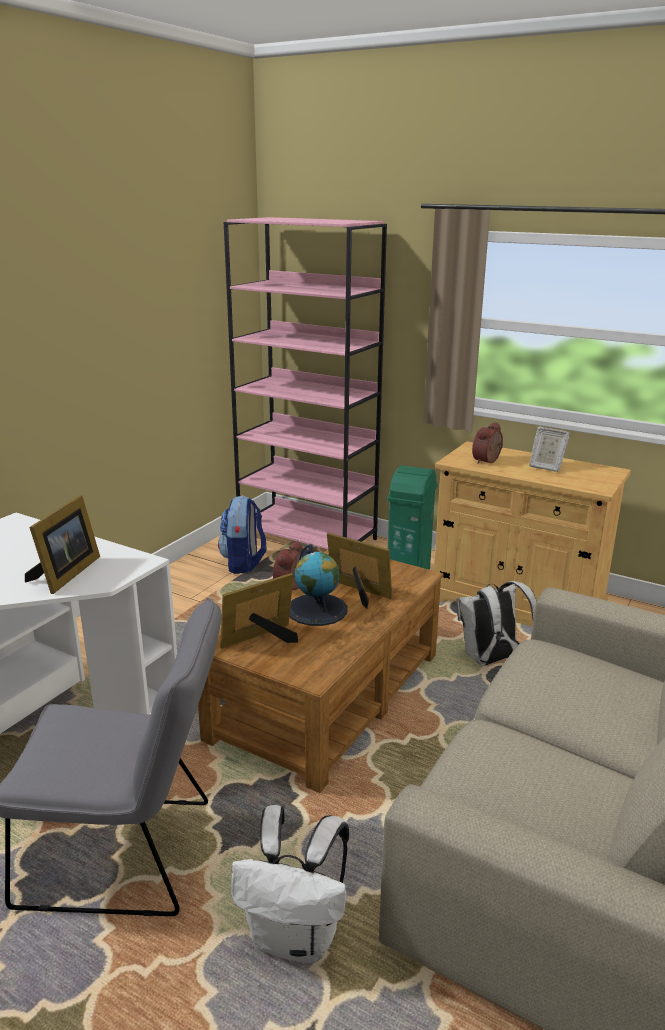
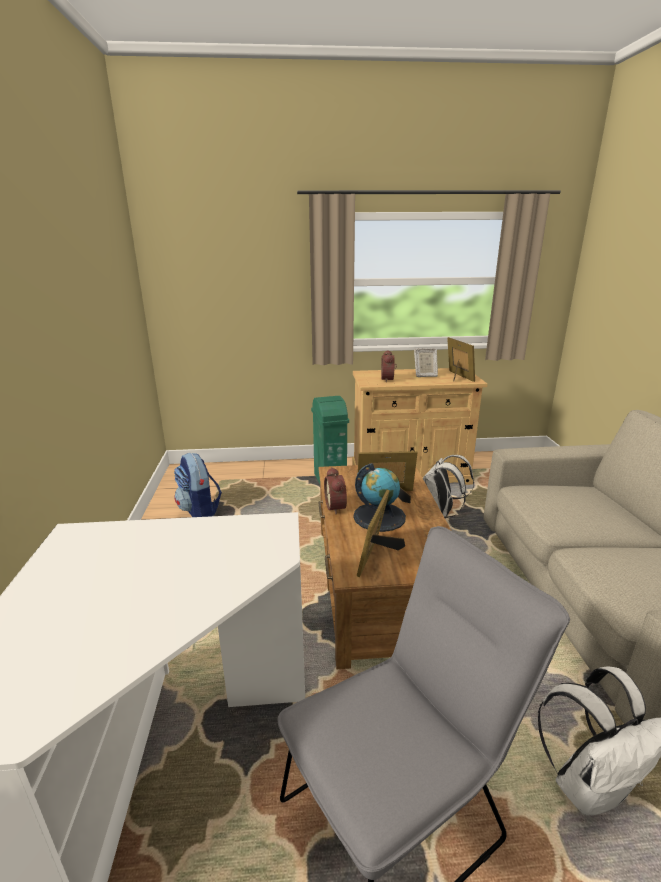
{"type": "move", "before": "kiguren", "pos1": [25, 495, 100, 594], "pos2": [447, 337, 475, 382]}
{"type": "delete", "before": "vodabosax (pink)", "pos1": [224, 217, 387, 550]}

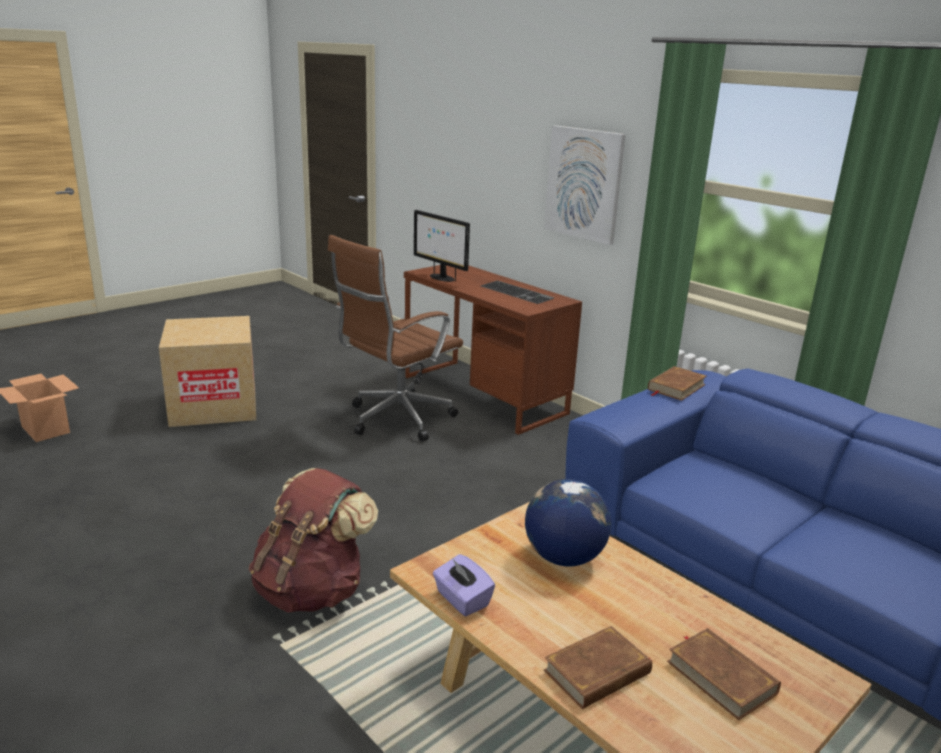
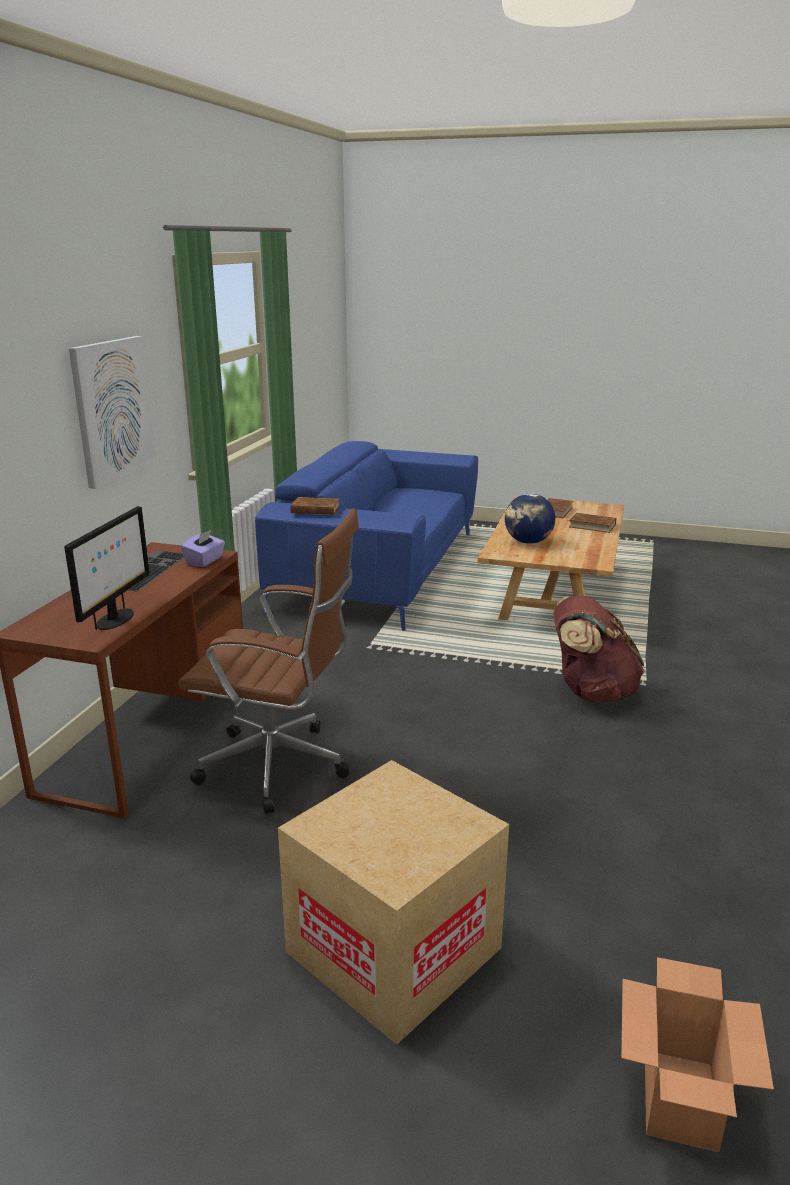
{"type": "move", "before": "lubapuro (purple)", "pos1": [433, 554, 495, 616], "pos2": [181, 530, 225, 567]}

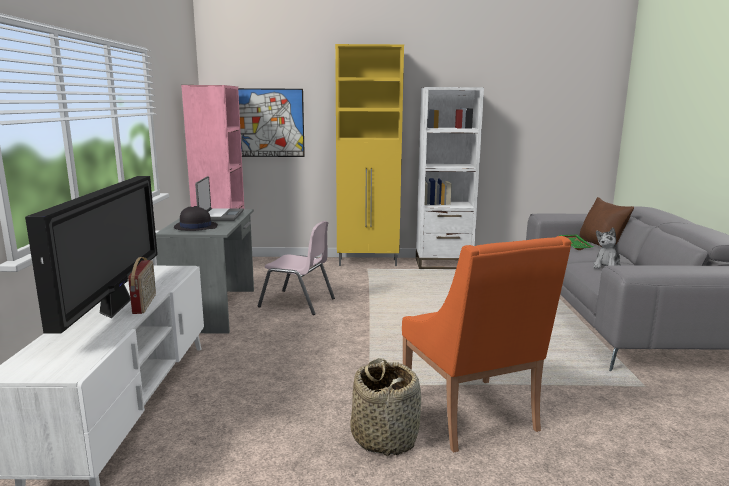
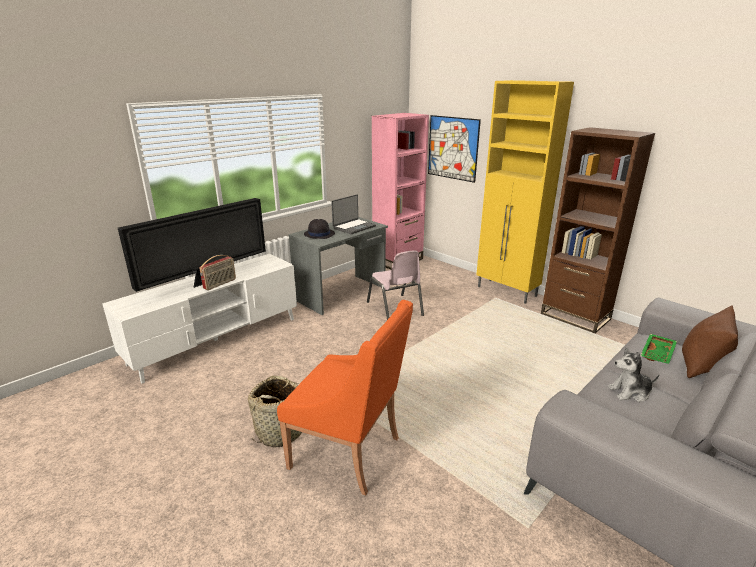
{"type": "rotate", "before": "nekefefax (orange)", "pos1": [402, 236, 571, 453], "pos2": [277, 300, 413, 495], "turn": -90}
{"type": "recolor", "before": "vodabosax (white)", "after": "vodabosax (brown)", "pos1": [416, 87, 484, 269], "pos2": [541, 127, 655, 333]}

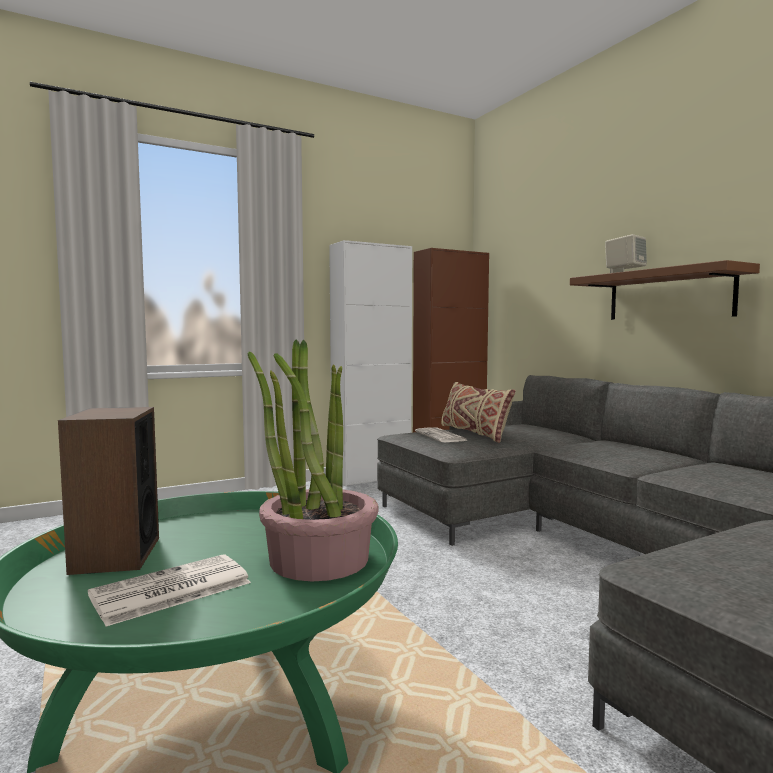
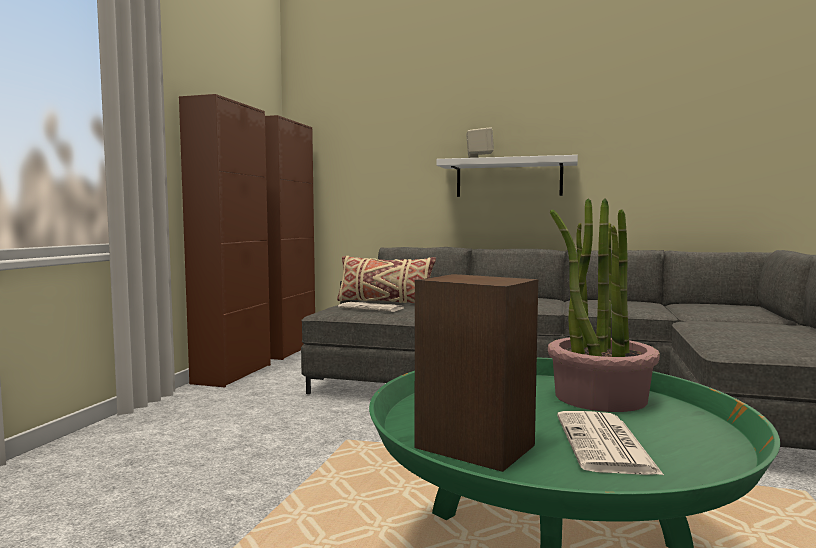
{"type": "recolor", "before": "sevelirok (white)", "after": "sevelirok (brown)", "pos1": [329, 240, 412, 487], "pos2": [179, 94, 271, 387]}
{"type": "recolor", "before": "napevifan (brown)", "after": "napevifan (white)", "pos1": [570, 260, 760, 320], "pos2": [436, 155, 578, 197]}

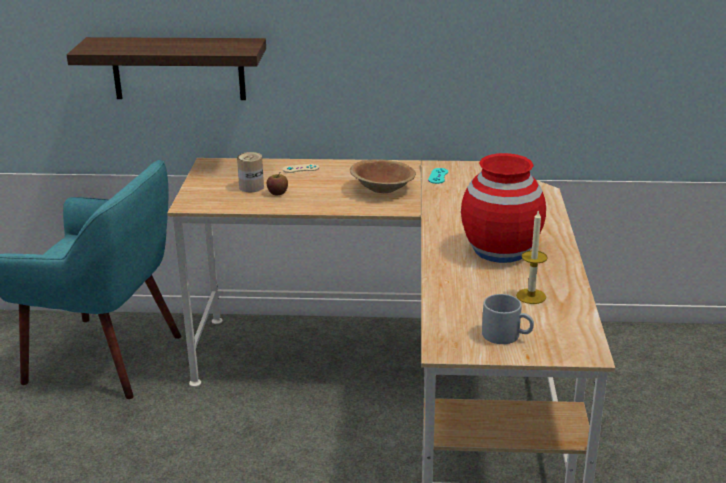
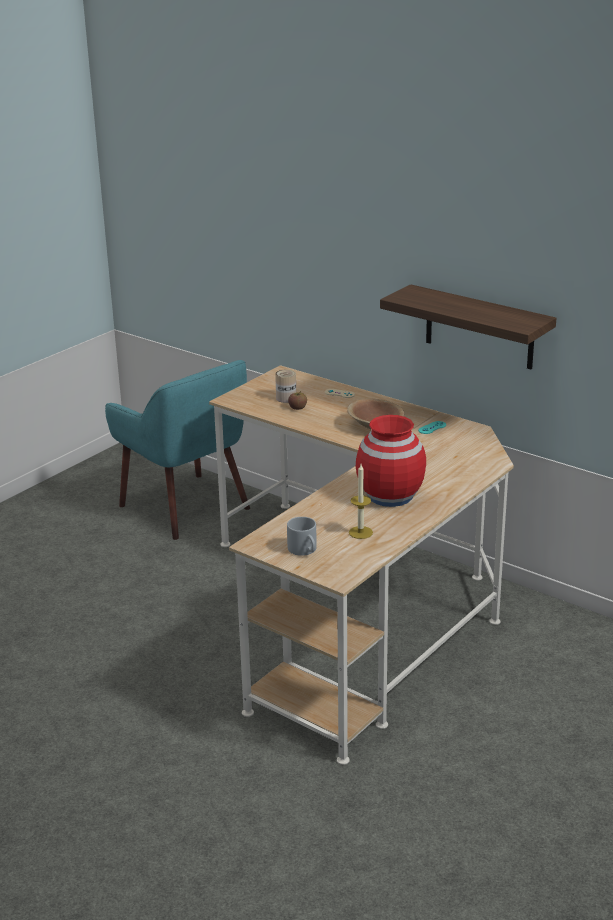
{"type": "move", "before": "napevifan", "pos1": [67, 37, 266, 100], "pos2": [380, 284, 556, 369]}

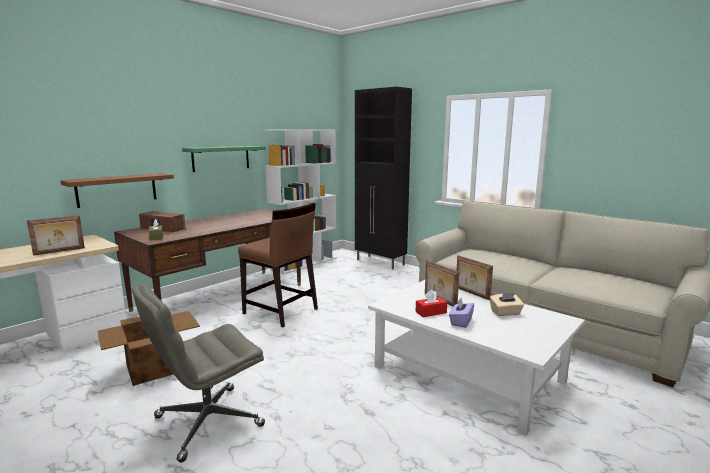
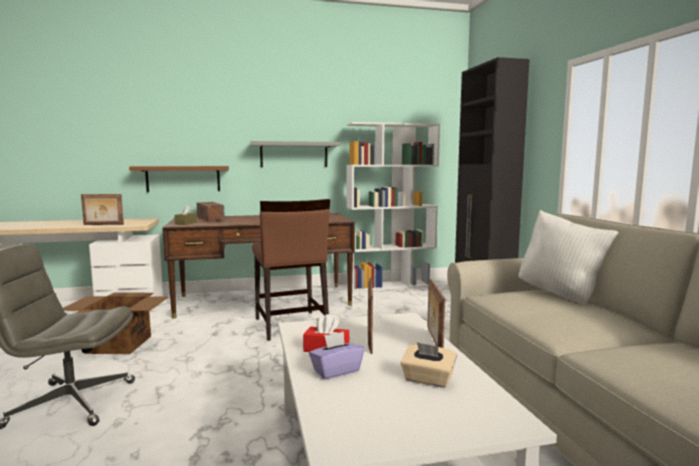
{"type": "recolor", "before": "napevifan (green)", "after": "napevifan (grey)", "pos1": [182, 146, 266, 172], "pos2": [250, 141, 340, 167]}
{"type": "insert", "after": "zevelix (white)", "pos2": [518, 210, 619, 304]}

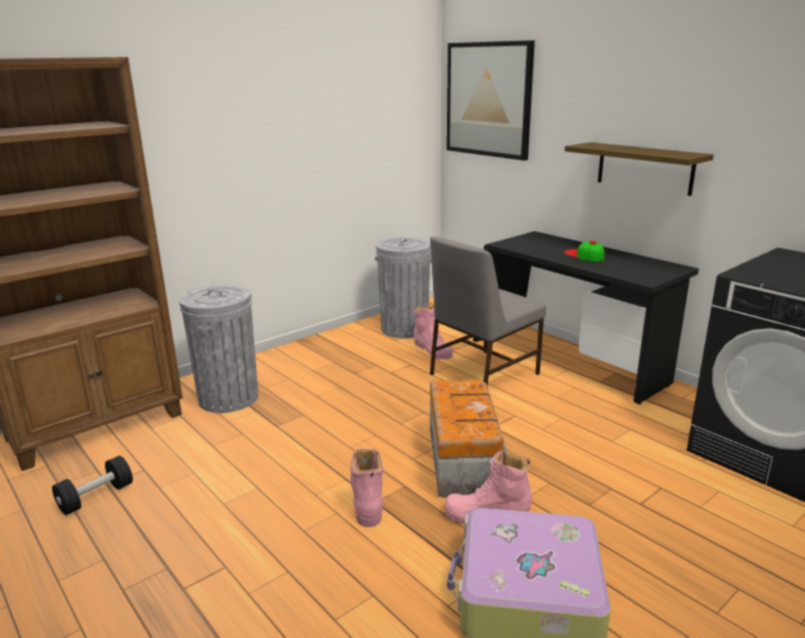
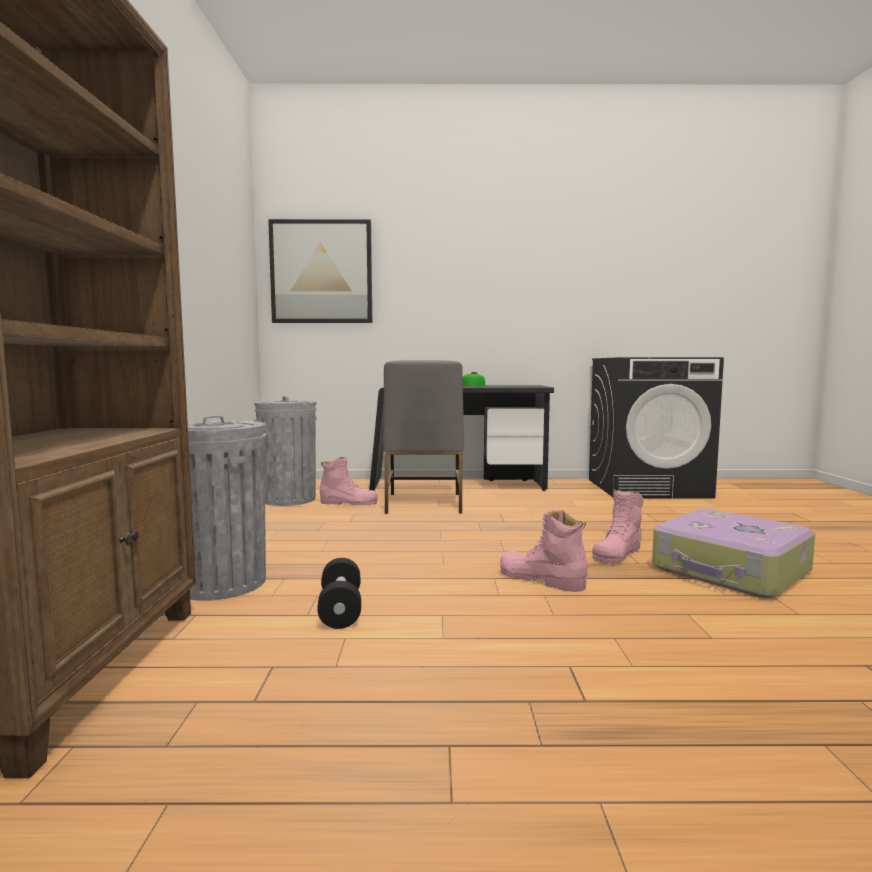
{"type": "move", "before": "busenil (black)", "pos1": [52, 456, 133, 515], "pos2": [317, 558, 361, 629]}
{"type": "delete", "before": "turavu", "pos1": [430, 380, 508, 497]}
{"type": "delete", "before": "napevifan", "pos1": [565, 142, 714, 196]}

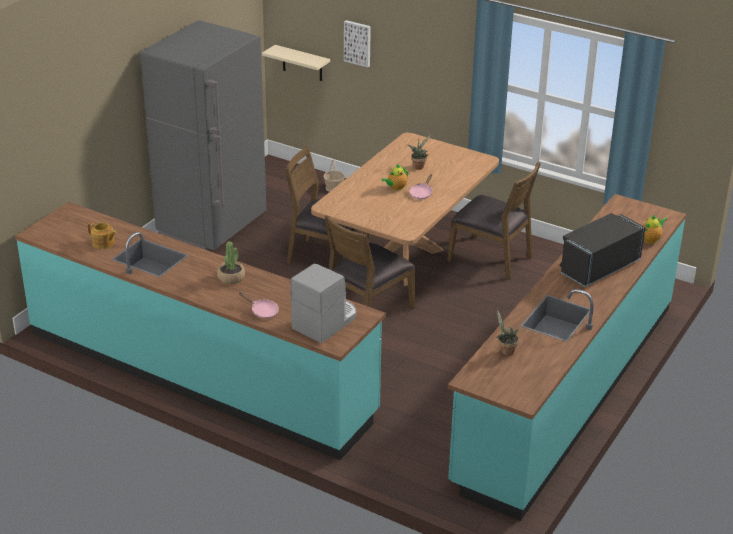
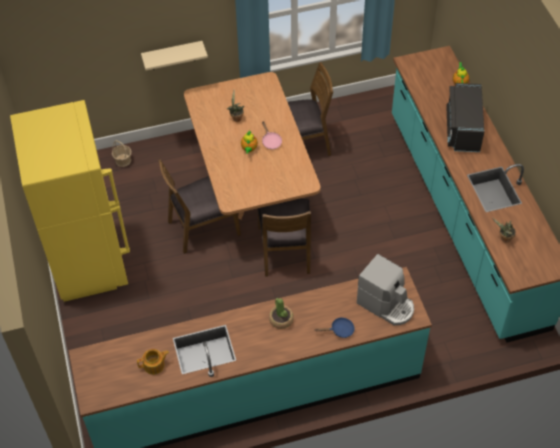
{"type": "recolor", "before": "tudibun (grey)", "after": "tudibun (yellow)", "pos1": [140, 20, 266, 250], "pos2": [10, 100, 130, 302]}
{"type": "move", "before": "napevifan (beige)", "pos1": [262, 45, 330, 81], "pos2": [141, 41, 208, 71]}
{"type": "recolor", "before": "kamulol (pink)", "after": "kamulol (blue)", "pos1": [239, 292, 279, 319], "pos2": [315, 317, 355, 338]}
{"type": "rotate", "before": "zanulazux", "pos1": [291, 264, 356, 343], "pos2": [357, 254, 414, 325], "turn": 135}
{"type": "delete", "before": "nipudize", "pos1": [344, 20, 371, 67]}

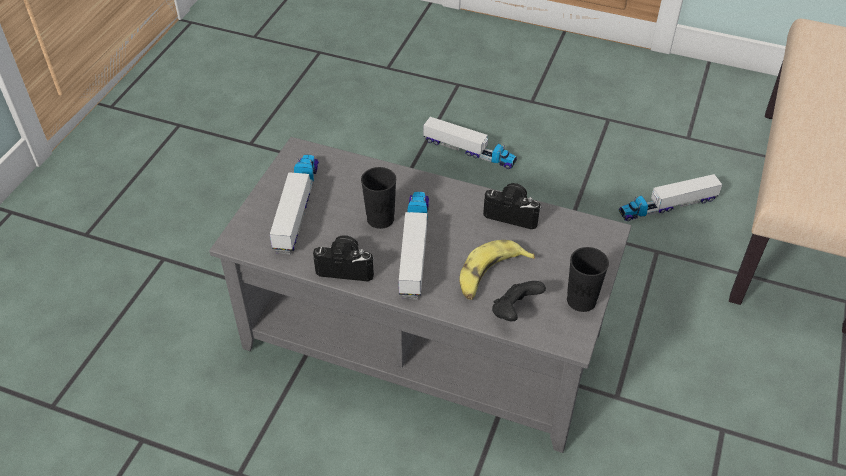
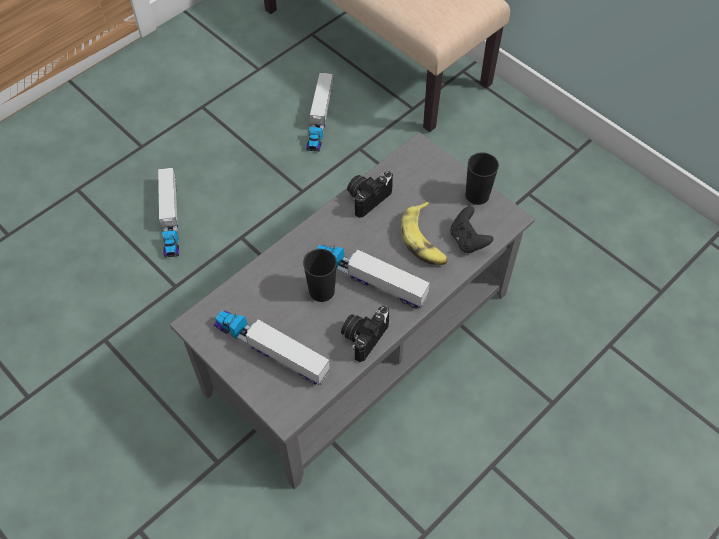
{"type": "rotate", "before": "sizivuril", "pos1": [423, 117, 517, 169], "pos2": [158, 168, 179, 258], "turn": 120}

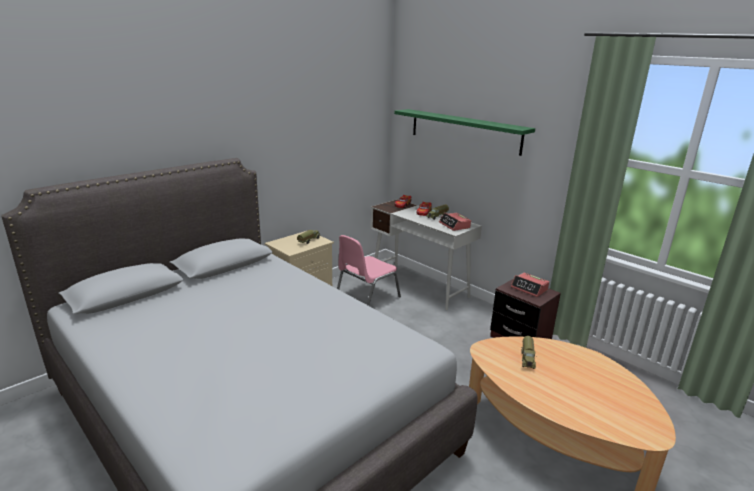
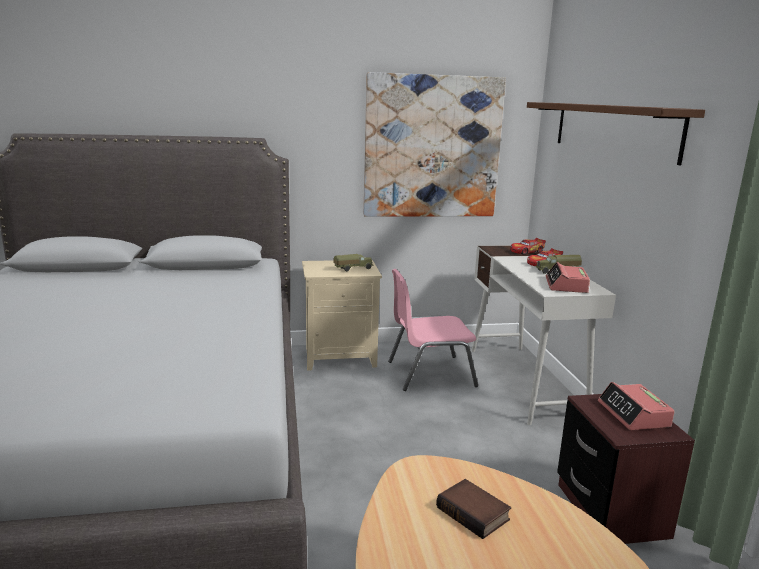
{"type": "insert", "after": "nipudize", "pos2": [363, 72, 506, 217]}
{"type": "replace", "before": "sizivuril", "after": "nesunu", "pos1": [521, 336, 536, 369], "pos2": [436, 479, 511, 539]}
{"type": "recolor", "before": "napevifan (green)", "after": "napevifan (brown)", "pos1": [394, 109, 535, 156], "pos2": [527, 102, 705, 165]}

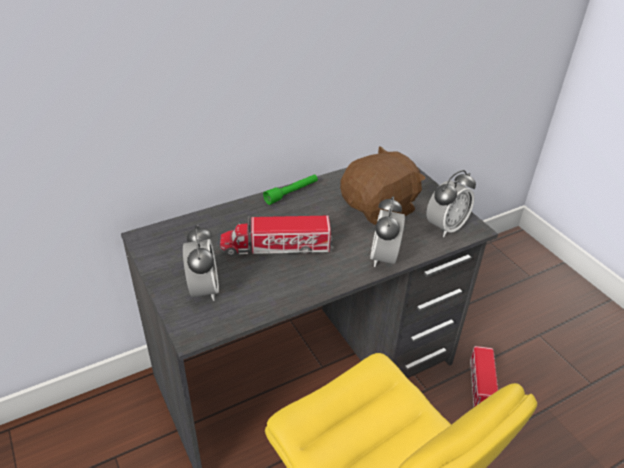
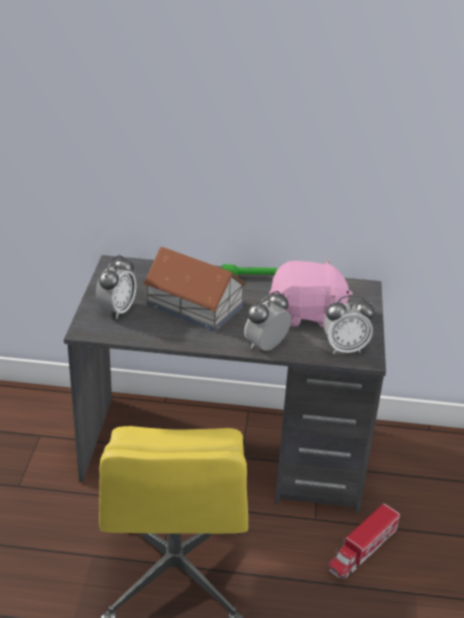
{"type": "replace", "before": "sizivuril", "after": "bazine", "pos1": [220, 216, 334, 256], "pos2": [143, 247, 247, 332]}
{"type": "recolor", "before": "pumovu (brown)", "after": "pumovu (pink)", "pos1": [340, 146, 425, 225], "pos2": [269, 259, 353, 327]}

